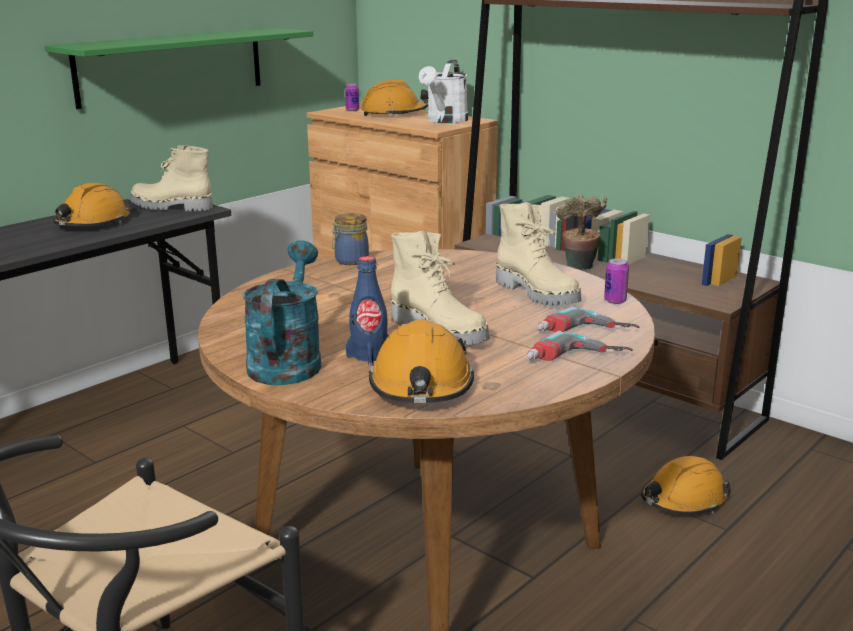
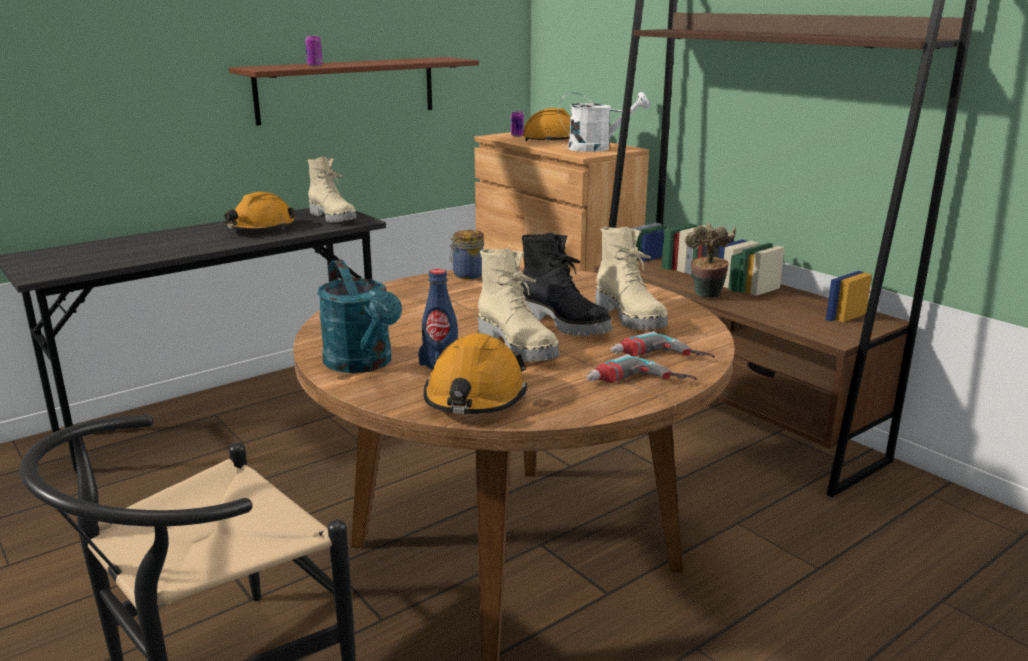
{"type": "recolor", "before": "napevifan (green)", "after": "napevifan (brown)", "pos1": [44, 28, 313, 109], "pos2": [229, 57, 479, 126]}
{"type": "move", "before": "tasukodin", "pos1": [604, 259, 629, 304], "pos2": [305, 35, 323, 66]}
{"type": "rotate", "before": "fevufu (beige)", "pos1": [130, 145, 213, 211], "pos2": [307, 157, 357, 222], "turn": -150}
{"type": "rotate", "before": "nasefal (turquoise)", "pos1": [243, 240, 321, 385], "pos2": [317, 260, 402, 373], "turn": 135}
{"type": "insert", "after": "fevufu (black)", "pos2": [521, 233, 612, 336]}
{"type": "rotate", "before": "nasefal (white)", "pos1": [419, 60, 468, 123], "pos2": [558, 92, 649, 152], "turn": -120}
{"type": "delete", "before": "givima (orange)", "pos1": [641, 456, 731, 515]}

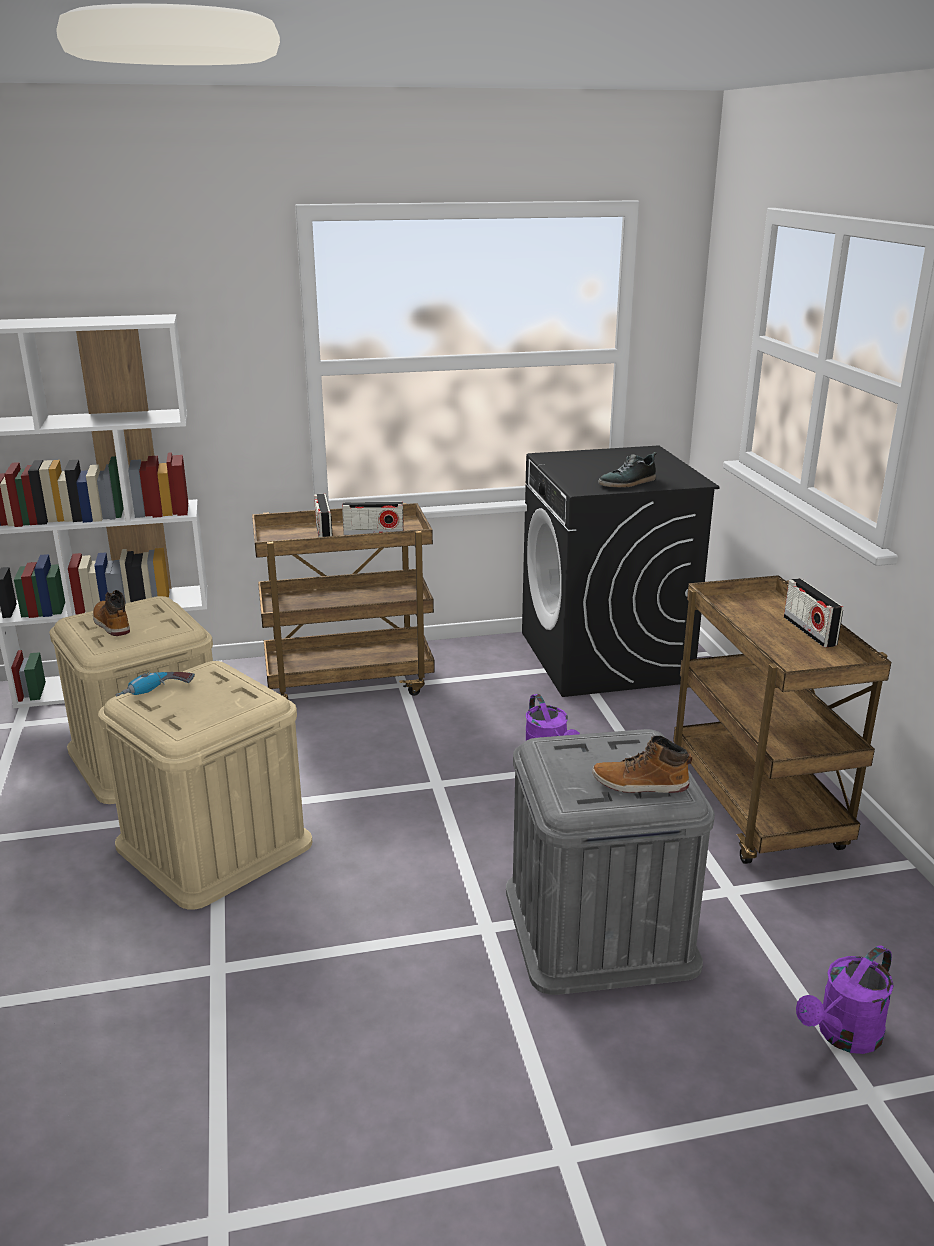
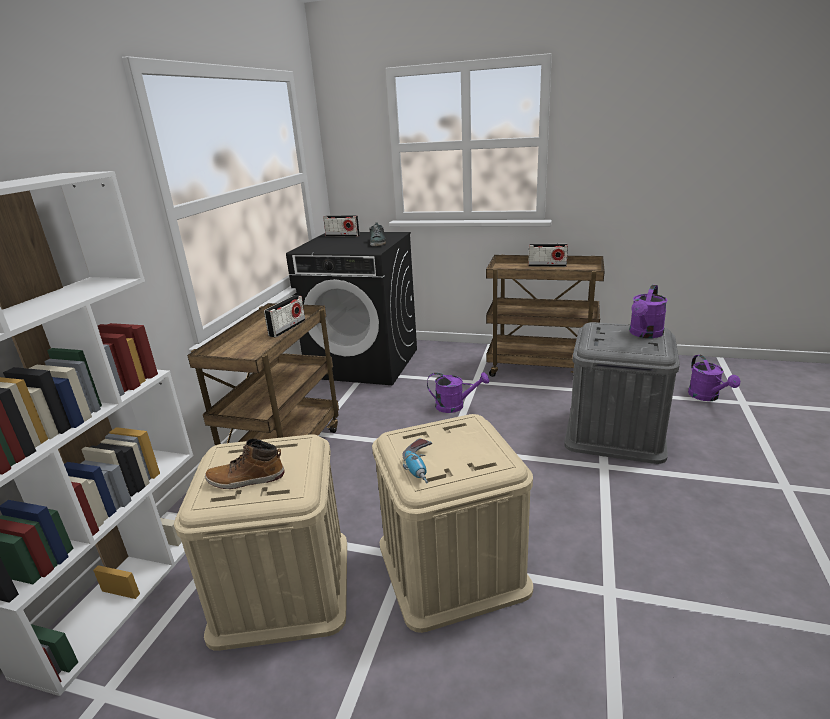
{"type": "move", "before": "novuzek", "pos1": [314, 494, 333, 537], "pos2": [323, 215, 360, 237]}
{"type": "replace", "before": "fevufu", "after": "nasefal (purple)", "pos1": [592, 736, 692, 793], "pos2": [629, 285, 668, 338]}

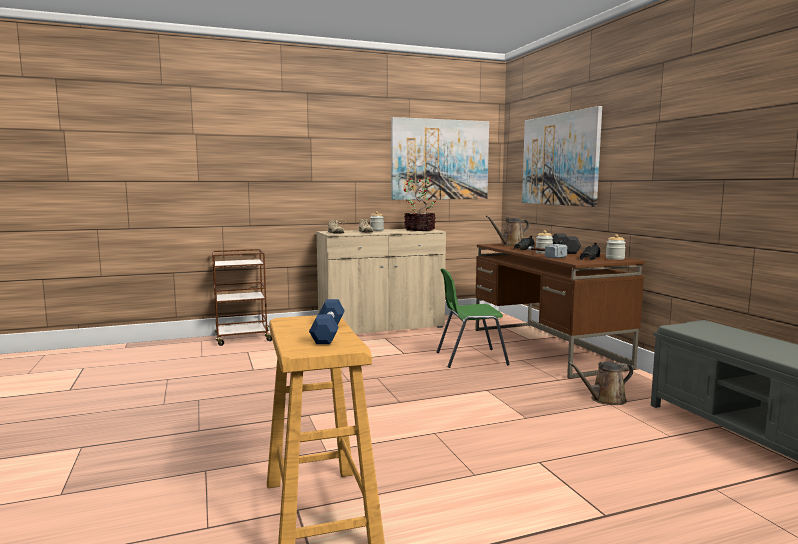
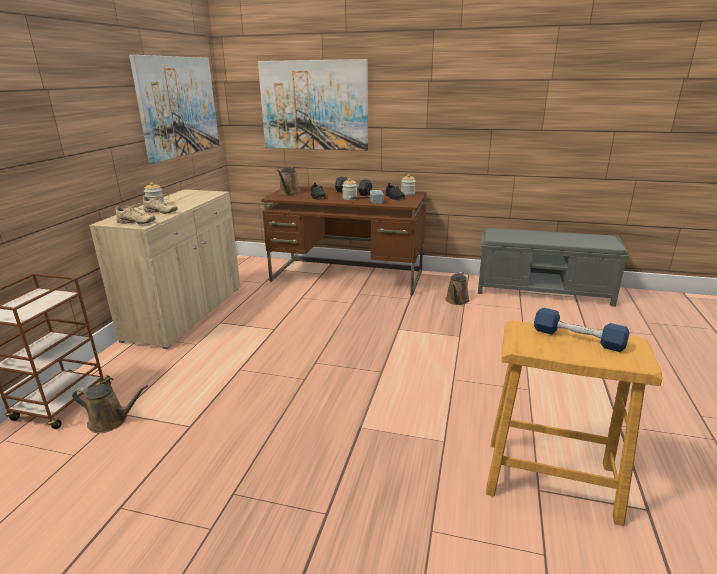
{"type": "insert", "after": "nasefal (brown)", "pos2": [72, 384, 148, 433]}
{"type": "delete", "before": "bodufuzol", "pos1": [404, 176, 436, 231]}
{"type": "delete", "before": "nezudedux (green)", "pos1": [437, 268, 510, 368]}

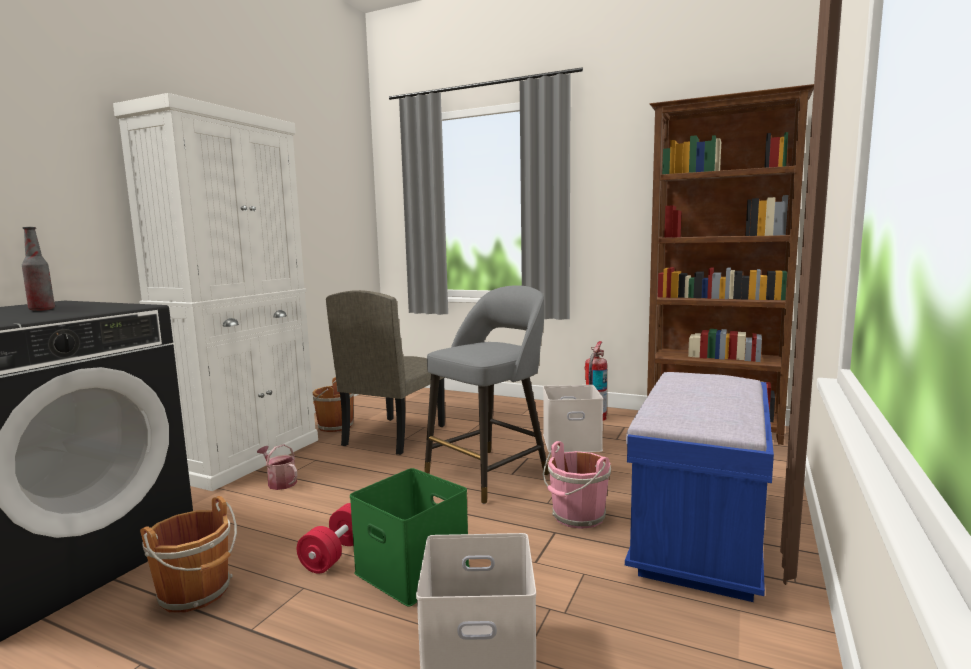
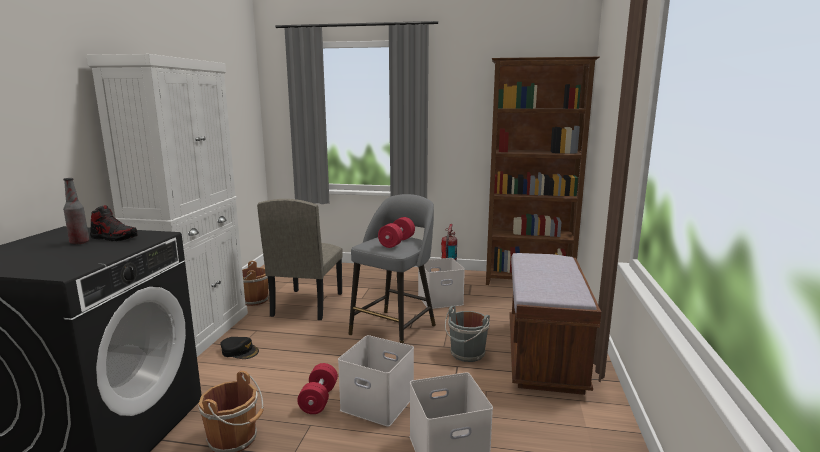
{"type": "insert", "after": "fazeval", "pos2": [90, 205, 137, 241]}
{"type": "replace", "before": "nasefal", "after": "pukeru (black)", "pos1": [257, 444, 297, 490], "pos2": [220, 337, 259, 359]}
{"type": "recolor", "before": "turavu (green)", "after": "turavu (white)", "pos1": [350, 468, 470, 607], "pos2": [338, 335, 414, 427]}
{"type": "insert", "after": "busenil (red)", "pos2": [378, 217, 415, 248]}
{"type": "recolor", "before": "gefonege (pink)", "after": "gefonege (grey)", "pos1": [543, 441, 611, 529], "pos2": [445, 306, 490, 362]}
{"type": "recolor", "before": "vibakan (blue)", "after": "vibakan (brown)", "pos1": [625, 372, 774, 602], "pos2": [509, 253, 601, 395]}

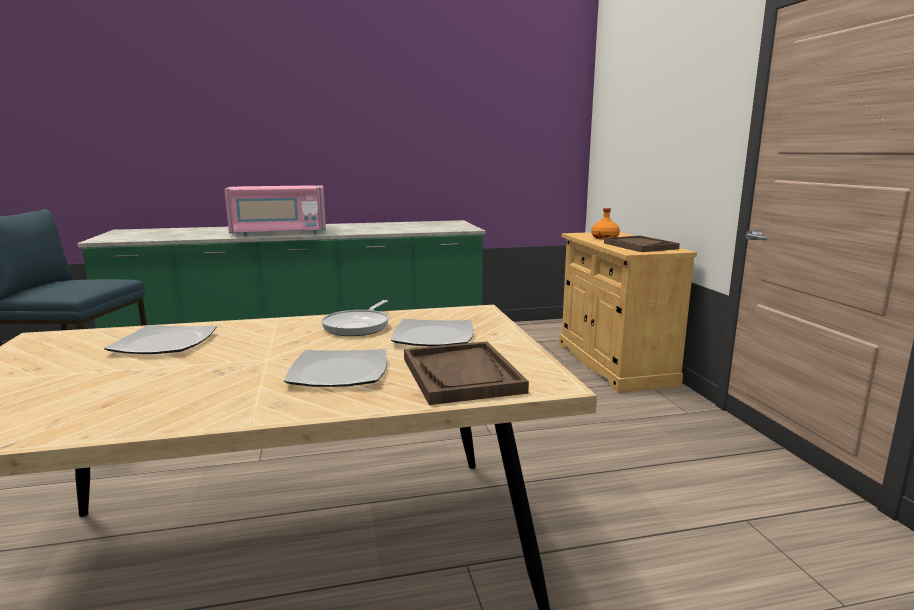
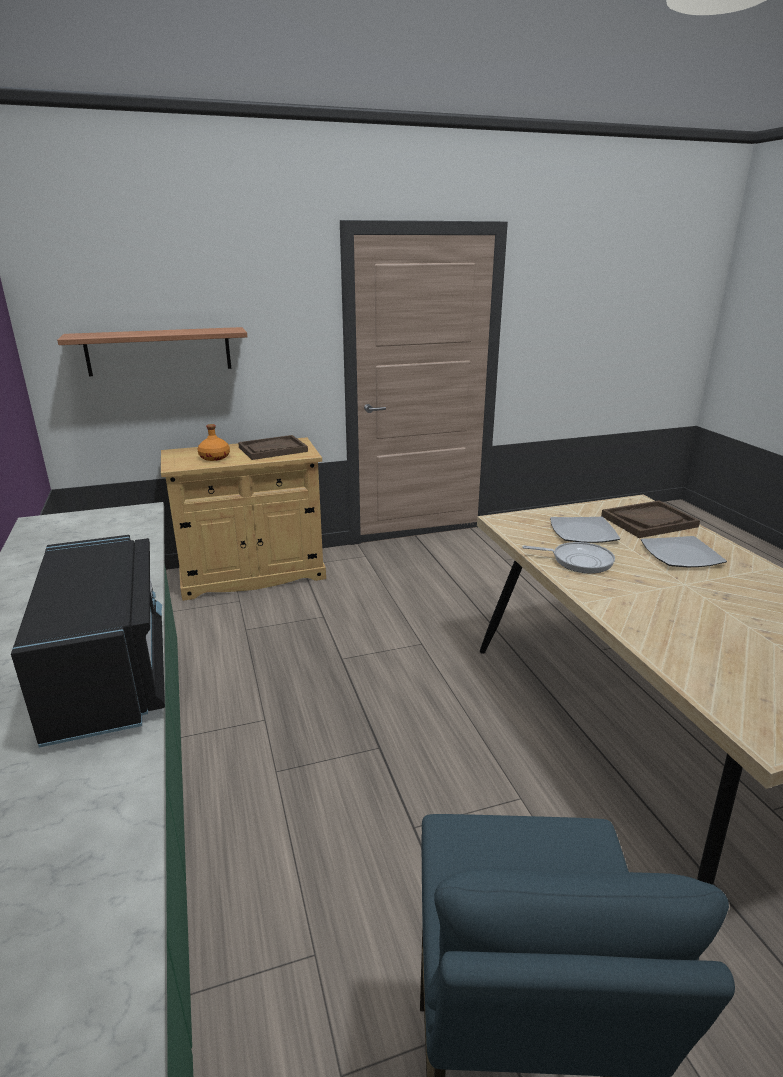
{"type": "recolor", "before": "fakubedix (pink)", "after": "fakubedix (black)", "pos1": [224, 185, 326, 236], "pos2": [11, 535, 165, 748]}
{"type": "insert", "after": "napevifan", "pos2": [57, 327, 247, 376]}
{"type": "delete", "before": "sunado", "pos1": [104, 325, 217, 354]}

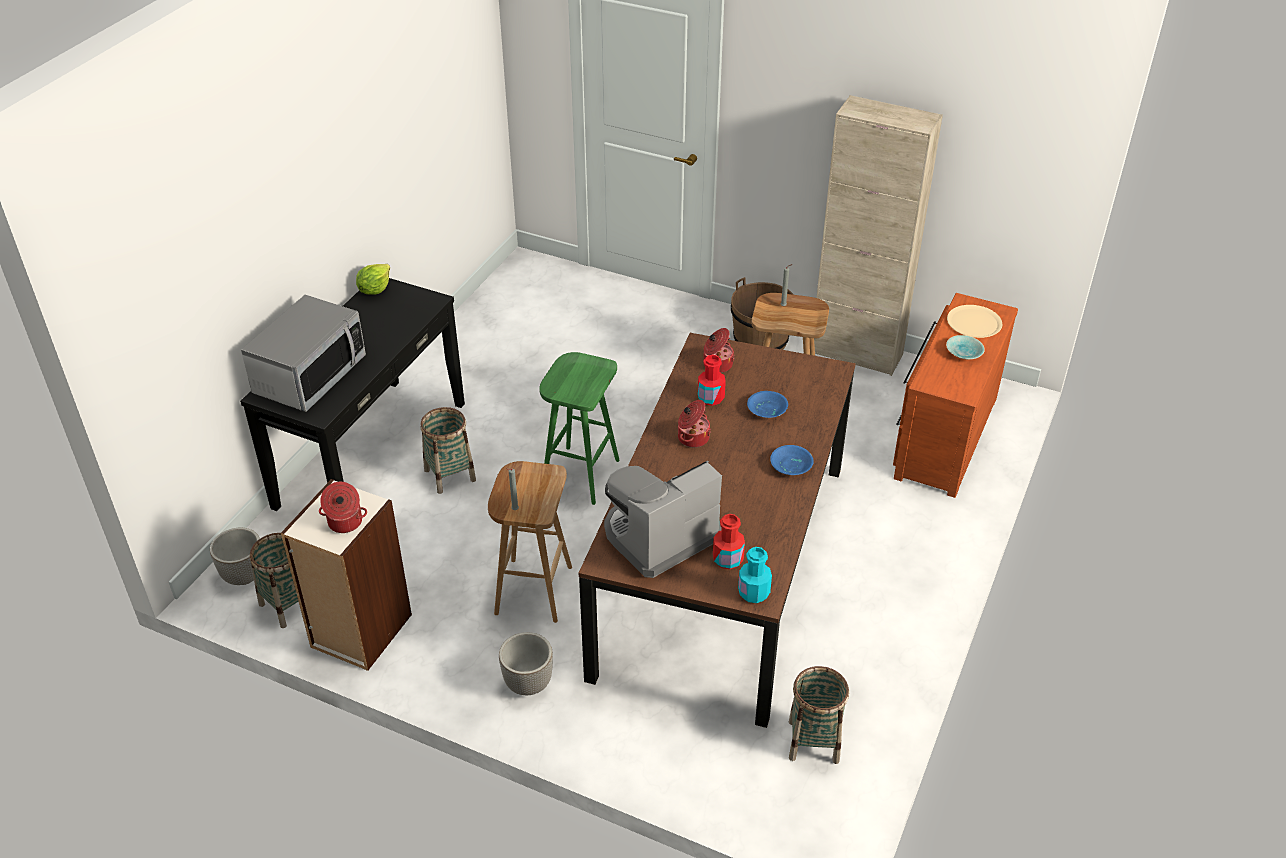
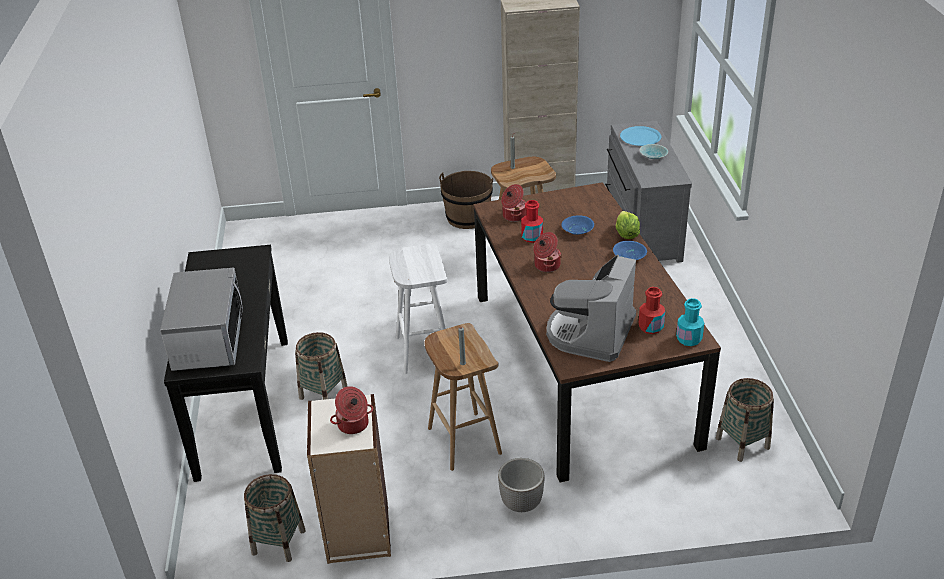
{"type": "recolor", "before": "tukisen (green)", "after": "tukisen (white)", "pos1": [539, 352, 620, 505], "pos2": [389, 244, 448, 374]}
{"type": "recolor", "before": "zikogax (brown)", "after": "zikogax (grey)", "pos1": [893, 293, 1018, 498], "pos2": [605, 121, 692, 263]}
{"type": "move", "before": "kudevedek", "pos1": [356, 264, 390, 294], "pos2": [616, 211, 640, 239]}
{"type": "recolor", "before": "sunado (beige)", "after": "sunado (blue)", "pos1": [947, 305, 1002, 338], "pos2": [620, 126, 661, 146]}
{"type": "delete", "before": "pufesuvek", "pos1": [210, 528, 260, 585]}

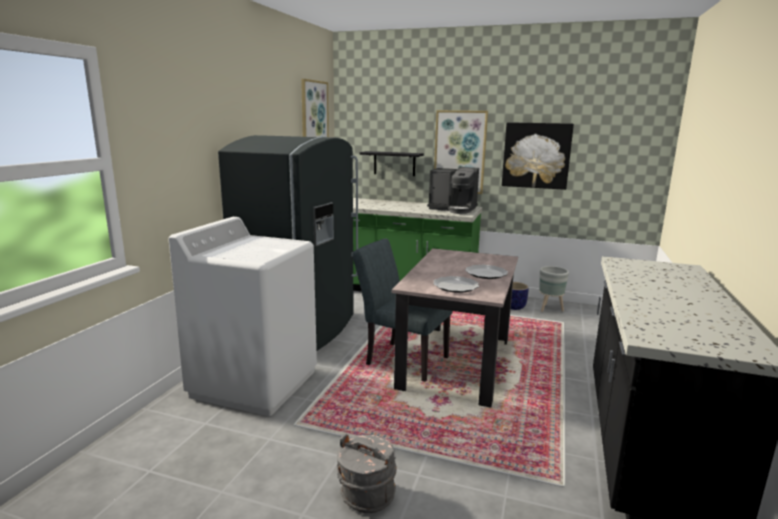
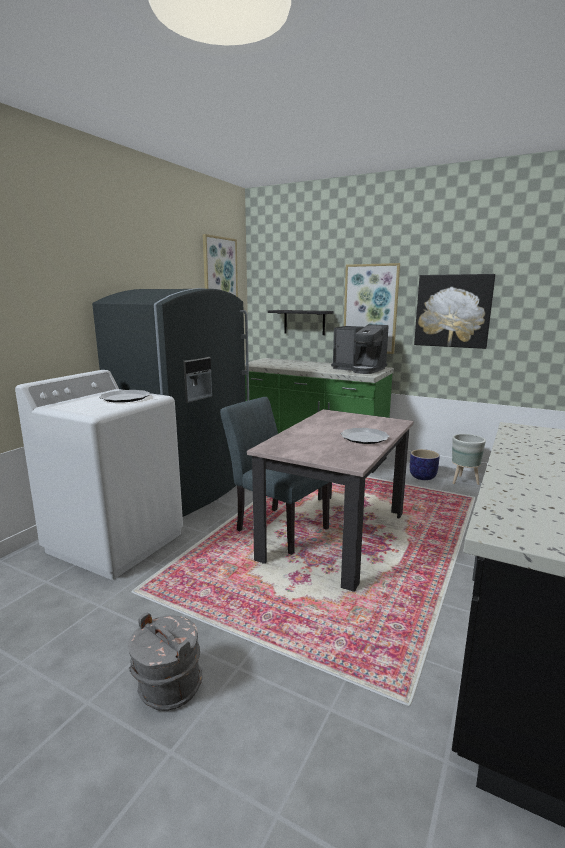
{"type": "move", "before": "sunado", "pos1": [433, 276, 479, 293], "pos2": [99, 390, 150, 403]}

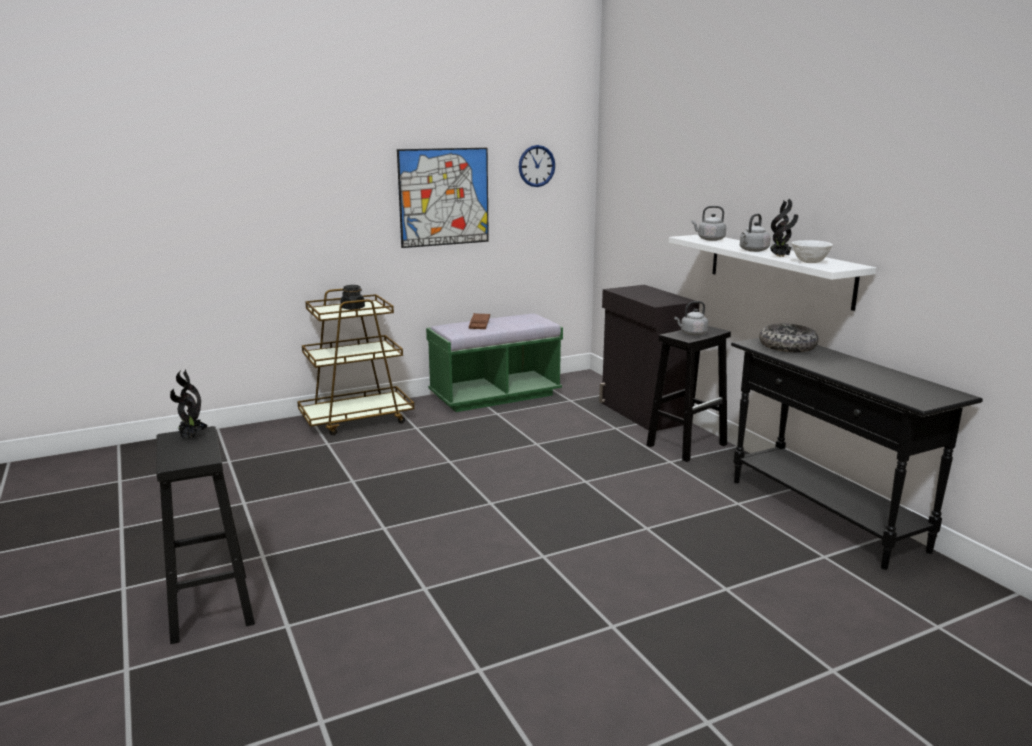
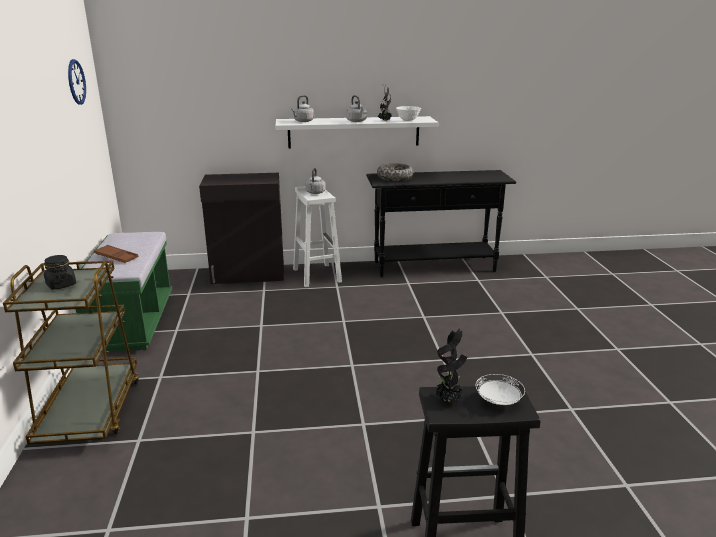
{"type": "recolor", "before": "tukisen (black)", "after": "tukisen (white)", "pos1": [647, 326, 731, 462], "pos2": [293, 186, 342, 288]}
{"type": "insert", "after": "sunado (white)", "pos2": [476, 374, 525, 405]}
{"type": "delete", "before": "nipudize", "pos1": [397, 148, 489, 248]}

